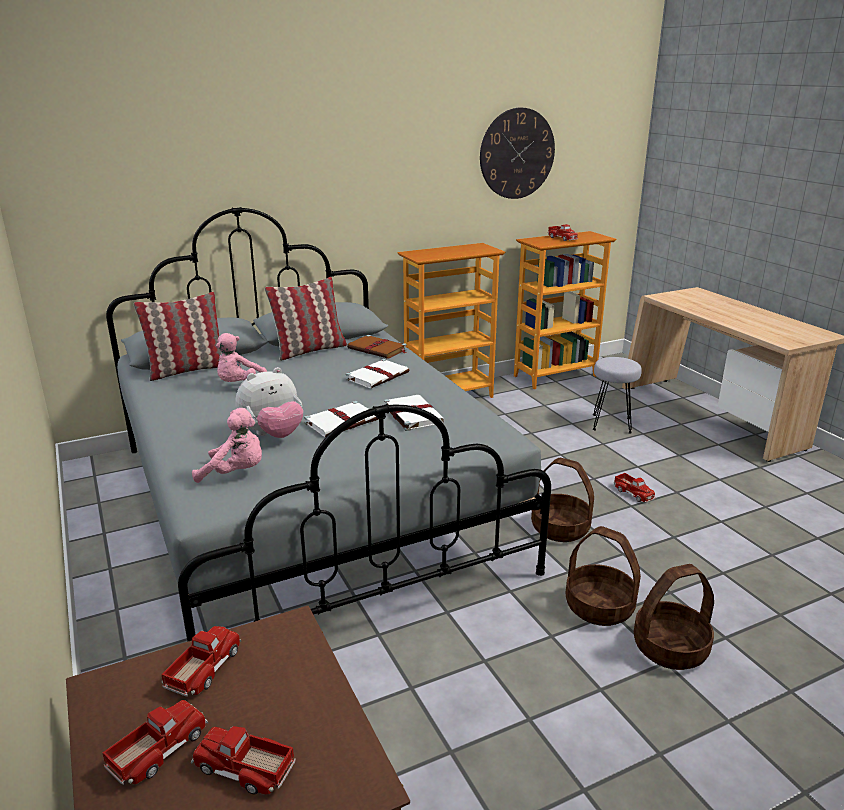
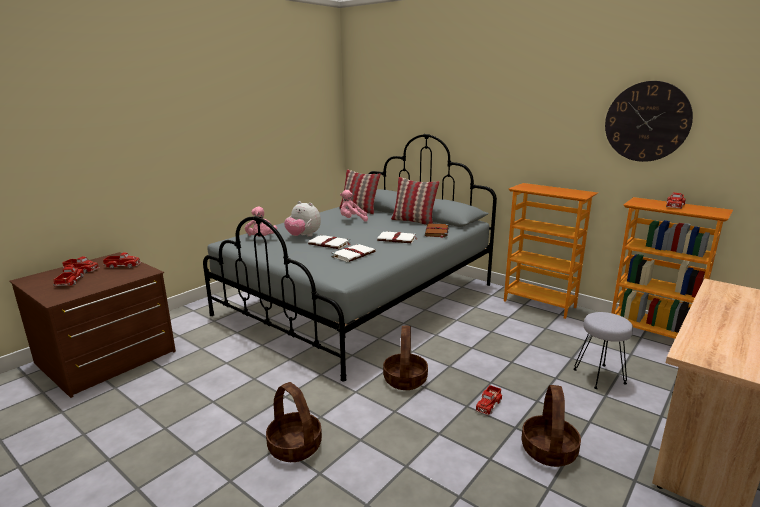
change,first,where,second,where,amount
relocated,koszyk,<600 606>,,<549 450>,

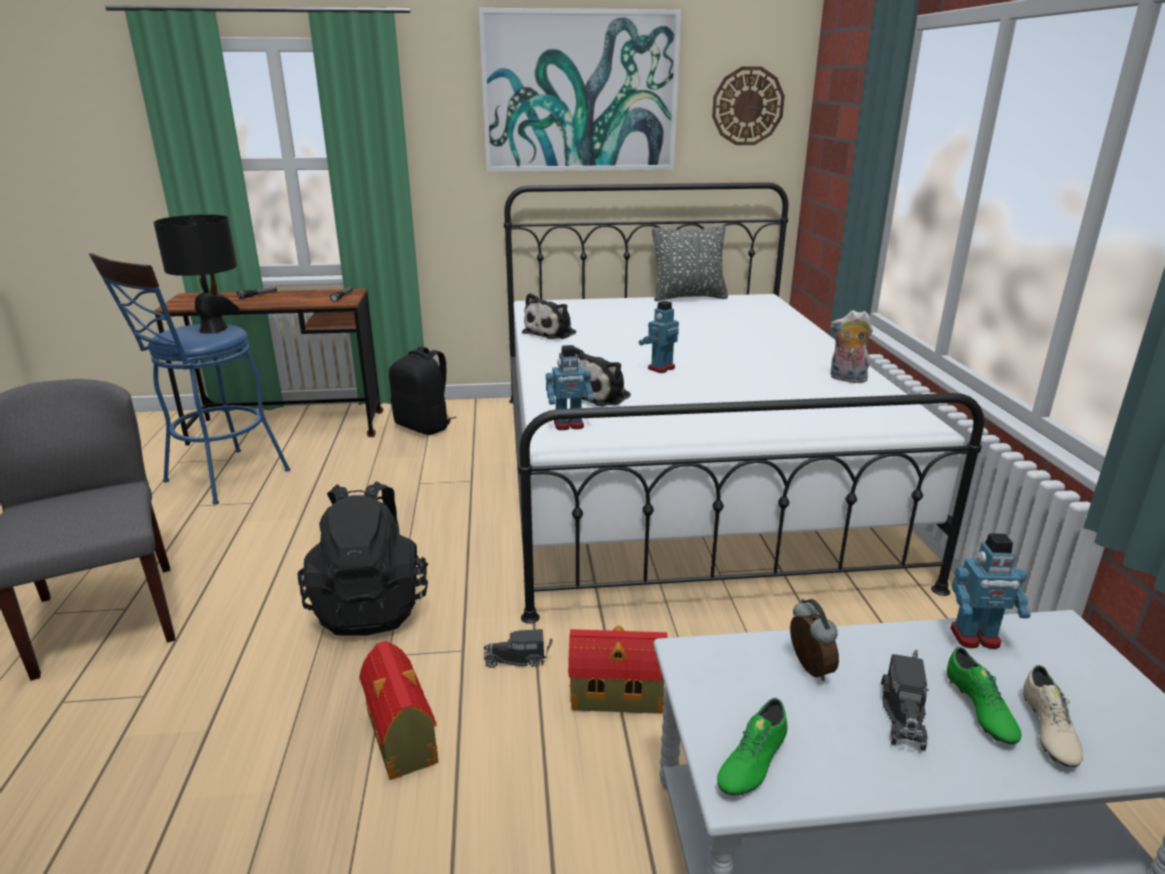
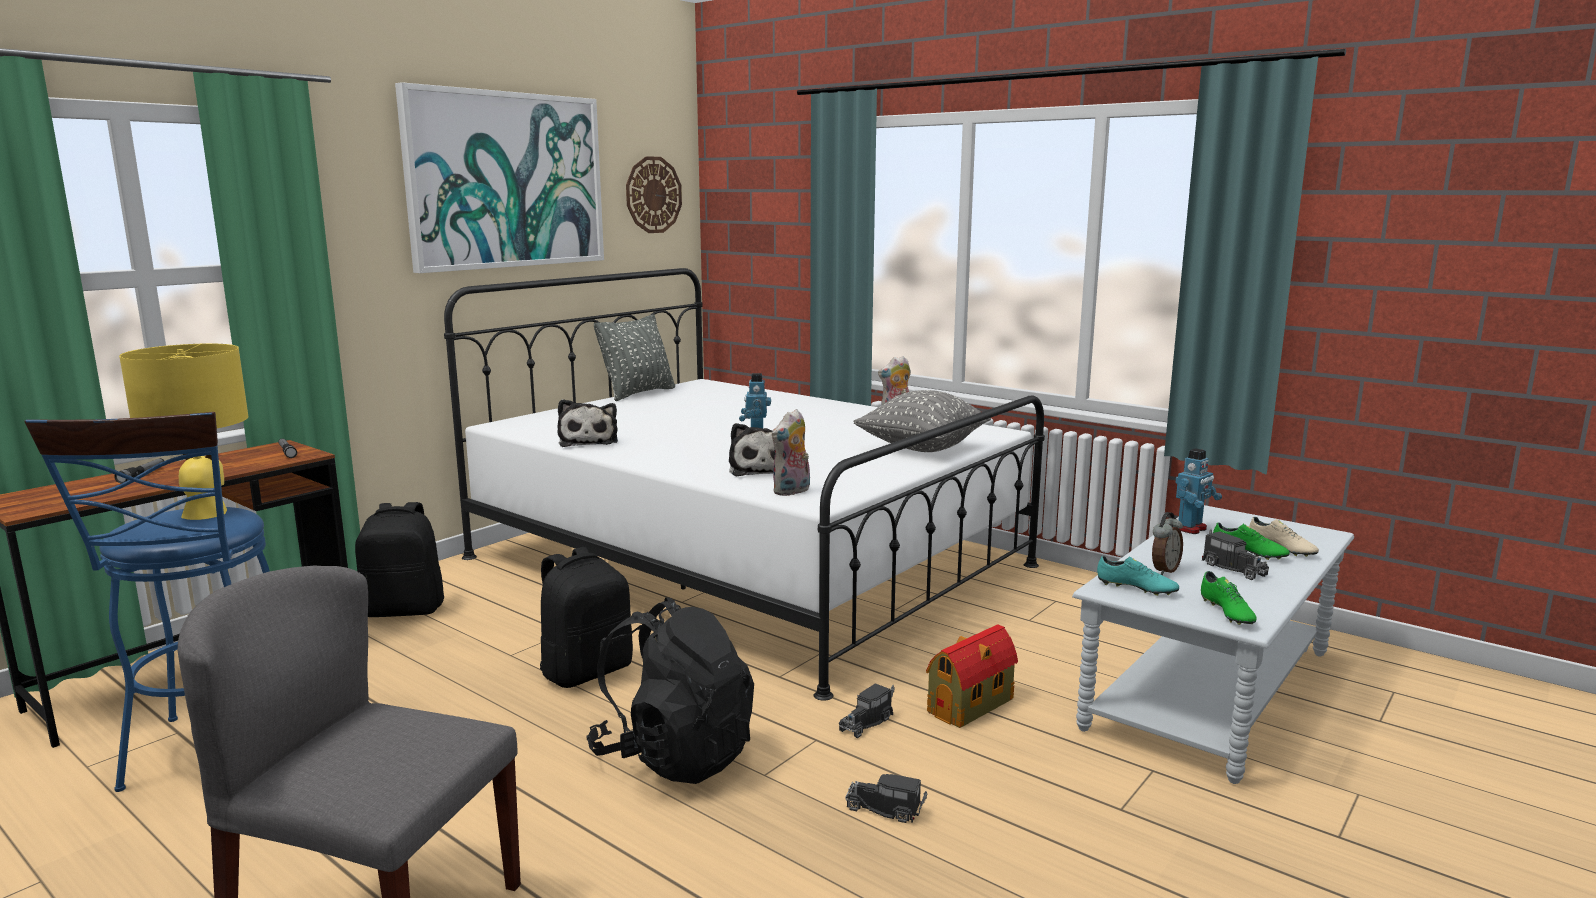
change,first,where,second,where,amount
colour,lampa stołowa [czarny],<214 329>,lampa stołowa [żółty],<206 513>,
exchanged,domek,<402 739>,ciężarówka zabawkowa,<887 810>,
exchanged,robot zabawkowy,<569 425>,pluszak,<792 491>,
spun,budzik,<807 669>,,<1164 570>,105 degrees clockwise
appeared,,,plecak [czarny],<587 671>,
appeared,,,poduszka [szary],<922 448>,
appeared,,,but [turkusowy],<1136 588>,

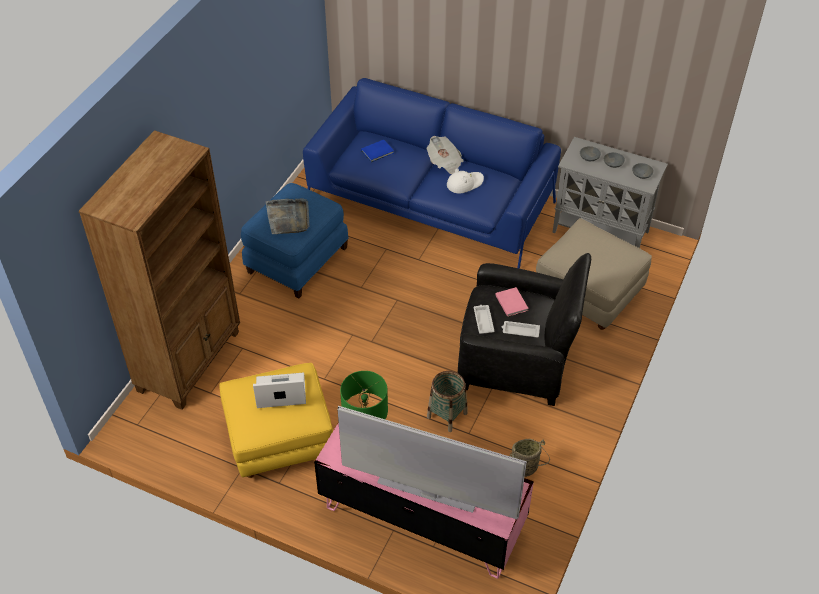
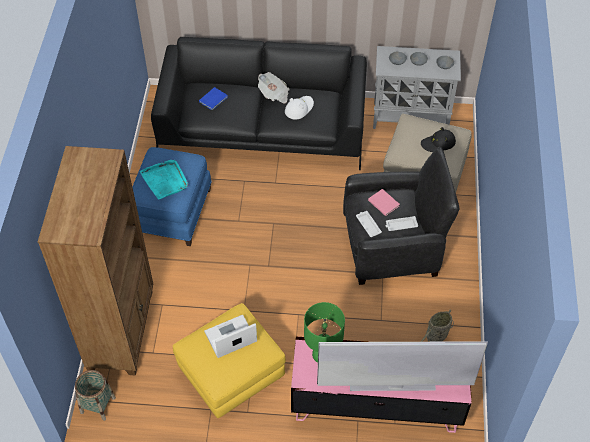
change,first,where,second,where,amount
colour,taca [szary],<288 218>,taca [turkusowy],<165 180>,
colour,kanapa [niebieski],<431 201>,kanapa [czarny],<263 128>,
relocated,koszyk,<447 415>,,<98 405>,
appeared,,,kapelusz [czarny],<438 143>,

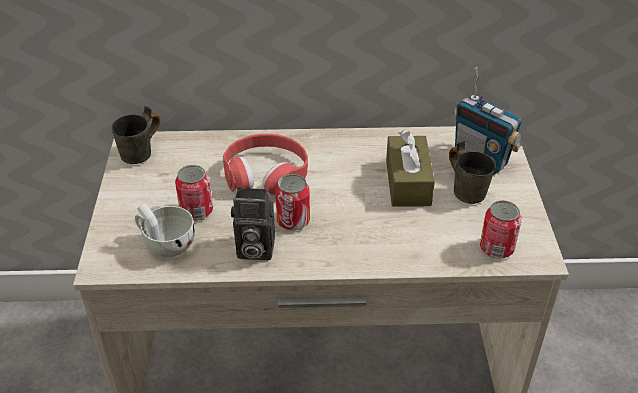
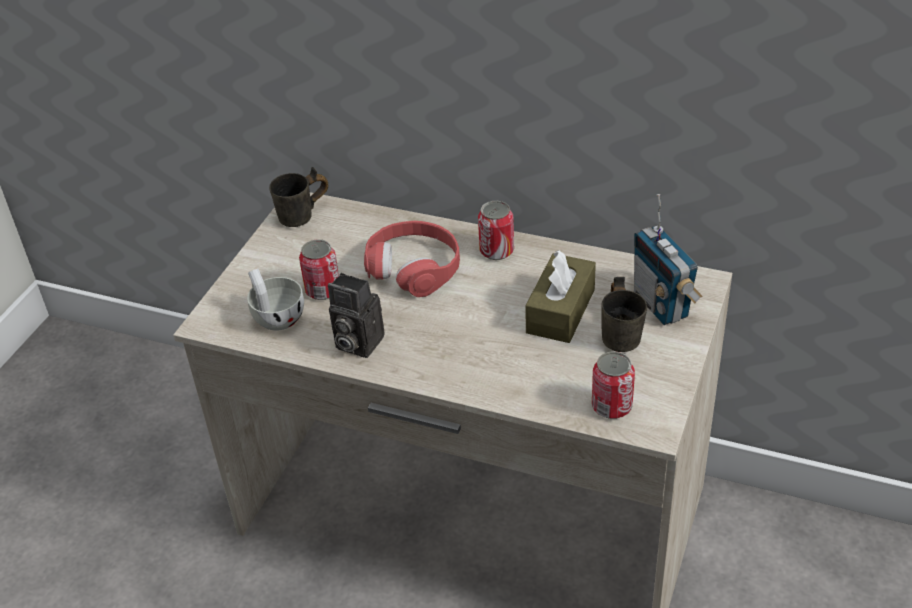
change,first,where,second,where,amount
relocated,puszka,<293 221>,,<496 251>,

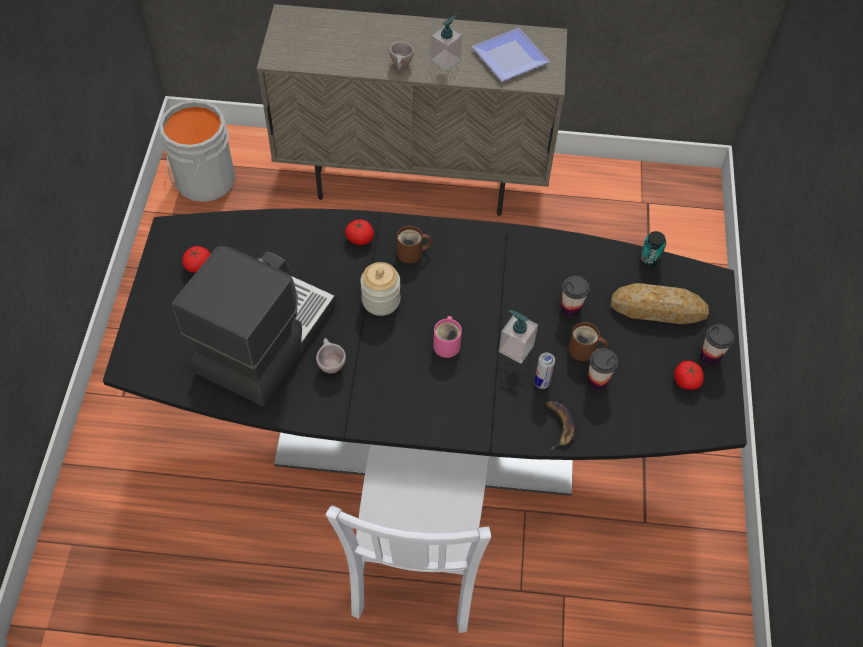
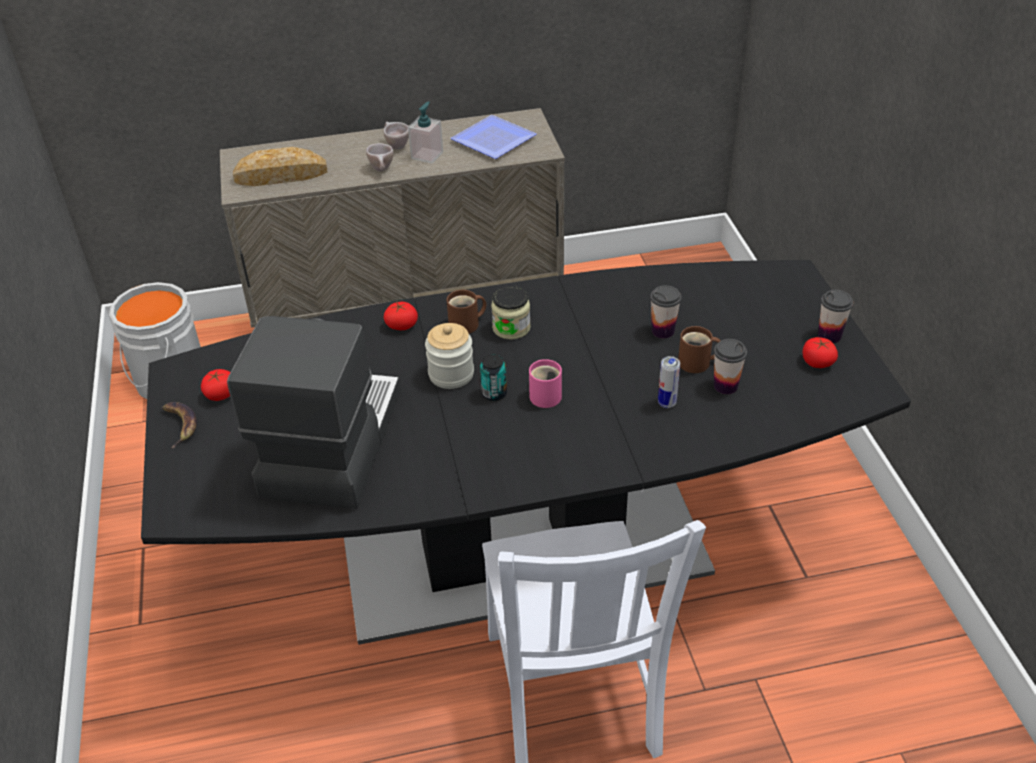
change,first,where,second,where,amount
relocated,filiżanka [beżowy],<330 364>,,<395 145>,
missing,dozownik mydła,<516 348>,,,
relocated,banan,<558 424>,,<179 424>,
relocated,chleb,<658 309>,,<281 175>,
relocated,puszka,<649 259>,,<494 393>,
appeared,,,słoik,<511 328>,

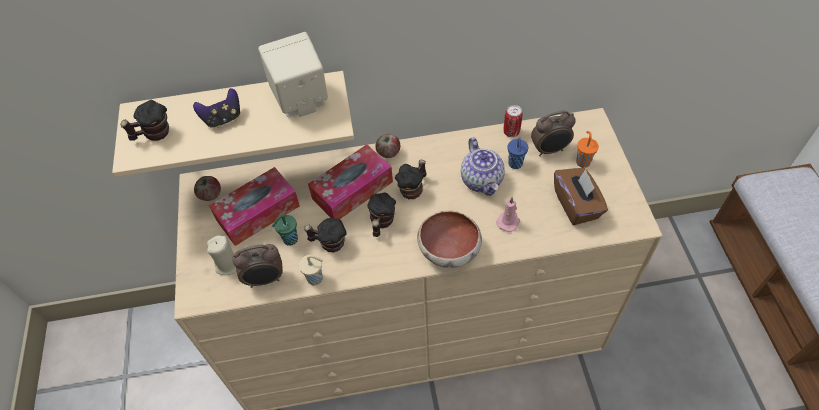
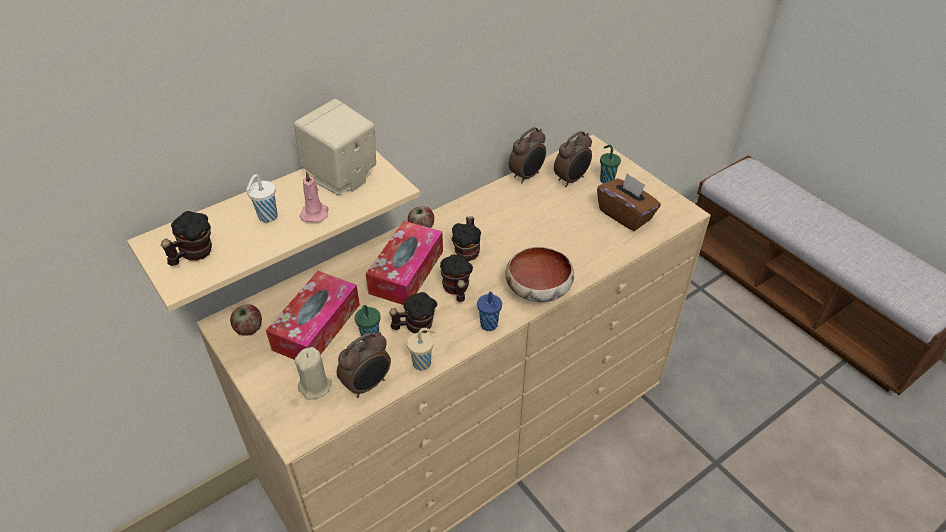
change,first,where,second,where,amount
exchanged,pad do gier,<223 119>,filiżanka [biały],<267 217>,
missing,imbryk,<482 180>,,,
relocated,świeca [różowy],<508 221>,,<315 213>,
exchanged,puszka,<511 132>,budzik,<527 176>,
relocated,filiżanka [niebieski],<515 164>,,<489 325>,
colour,filiżanka [pomarańczowy],<583 161>,filiżanka [zielony],<606 180>,

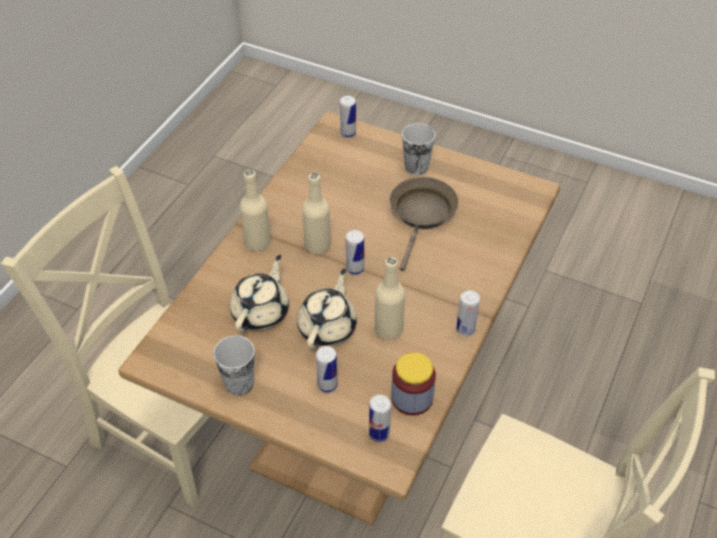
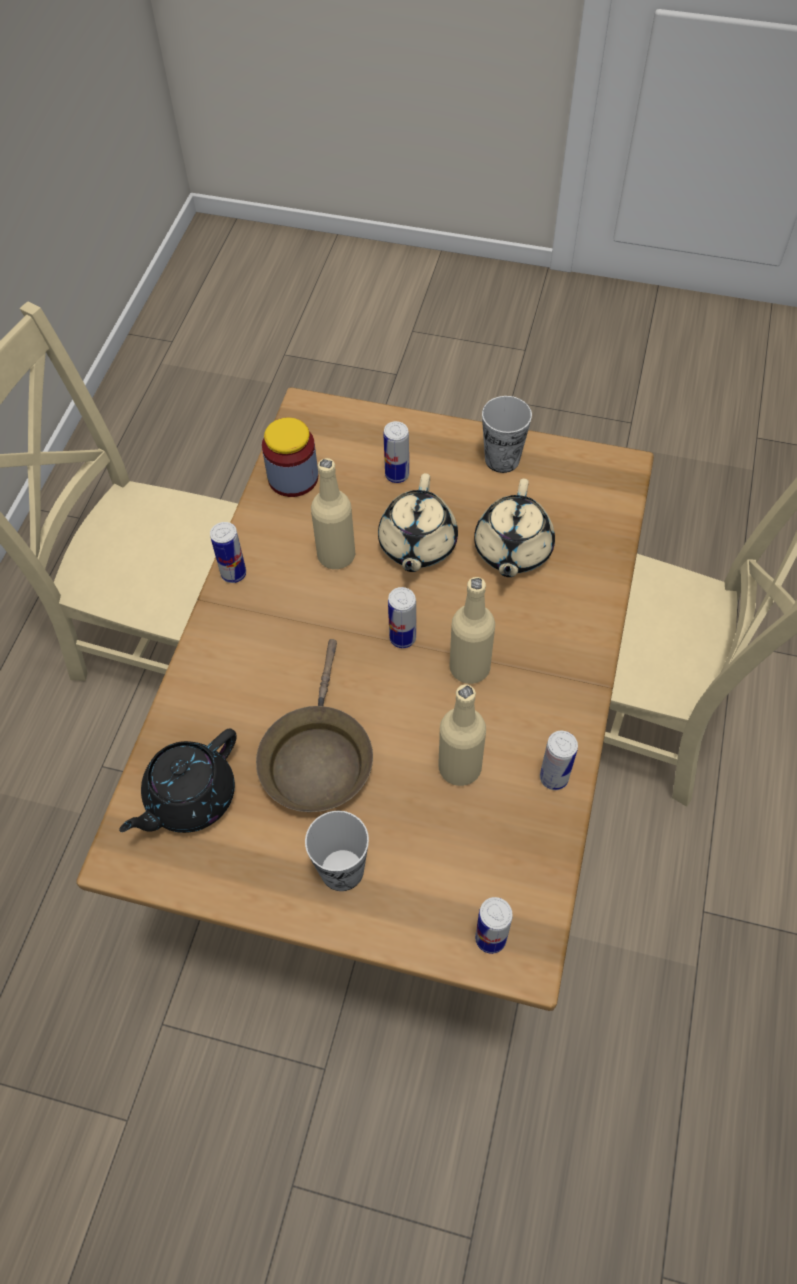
change,first,where,second,where,amount
relocated,butelka [beżowy],<257 243>,,<459 767>,
relocated,puszka,<379 434>,,<554 777>,
appeared,,,imbryk [czarny],<189 797>,

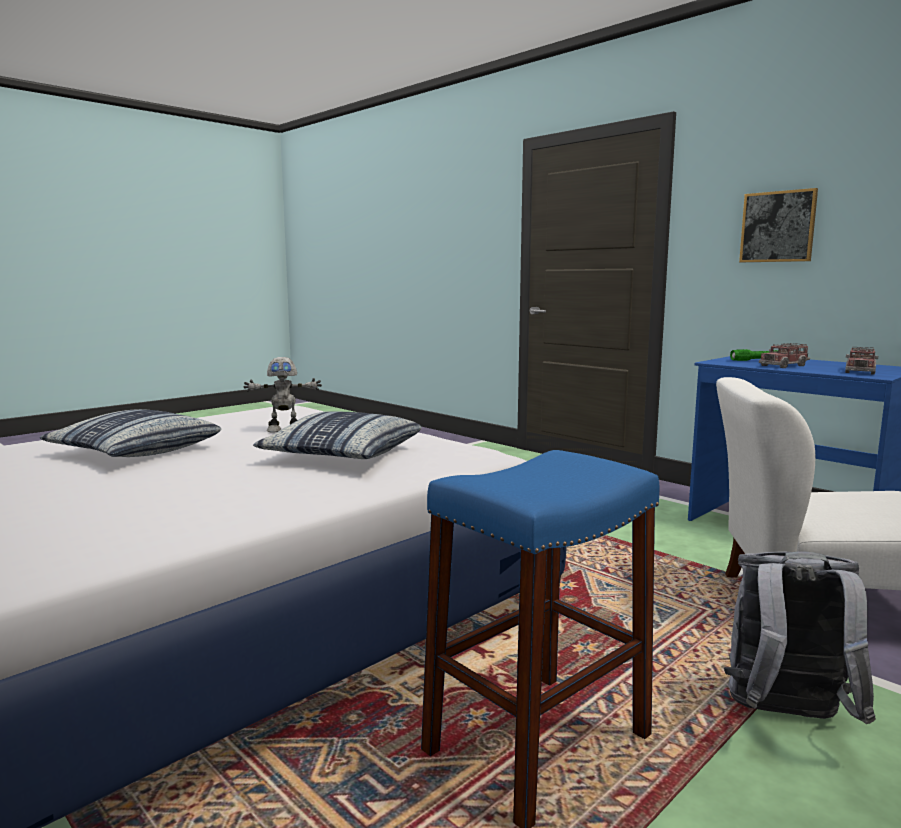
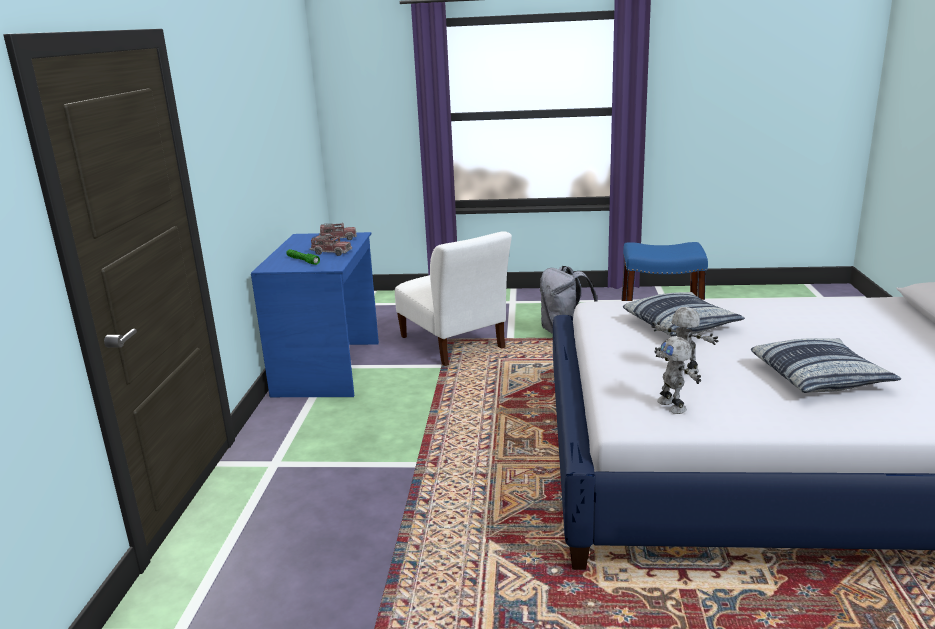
change,first,where,second,where,amount
missing,obraz,<777 227>,,,
appeared,,,robot zabawkowy,<673 406>,

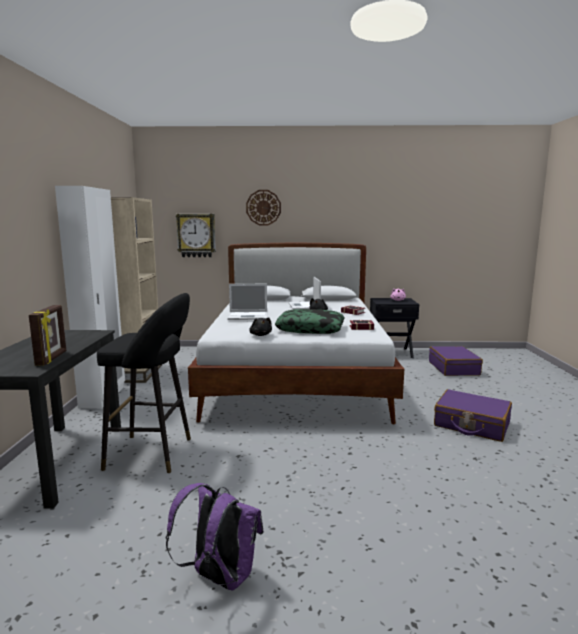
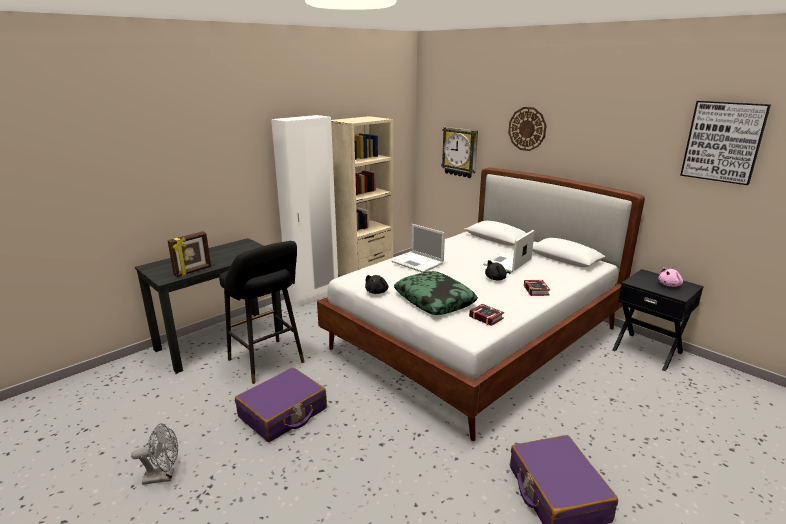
change,first,where,second,where,amount
exchanged,plecak [fioletowy],<219 577>,wentylator [szary],<164 476>,
relocated,walizka [fioletowy],<454 368>,,<283 413>,
appeared,,,obraz,<723 142>,

